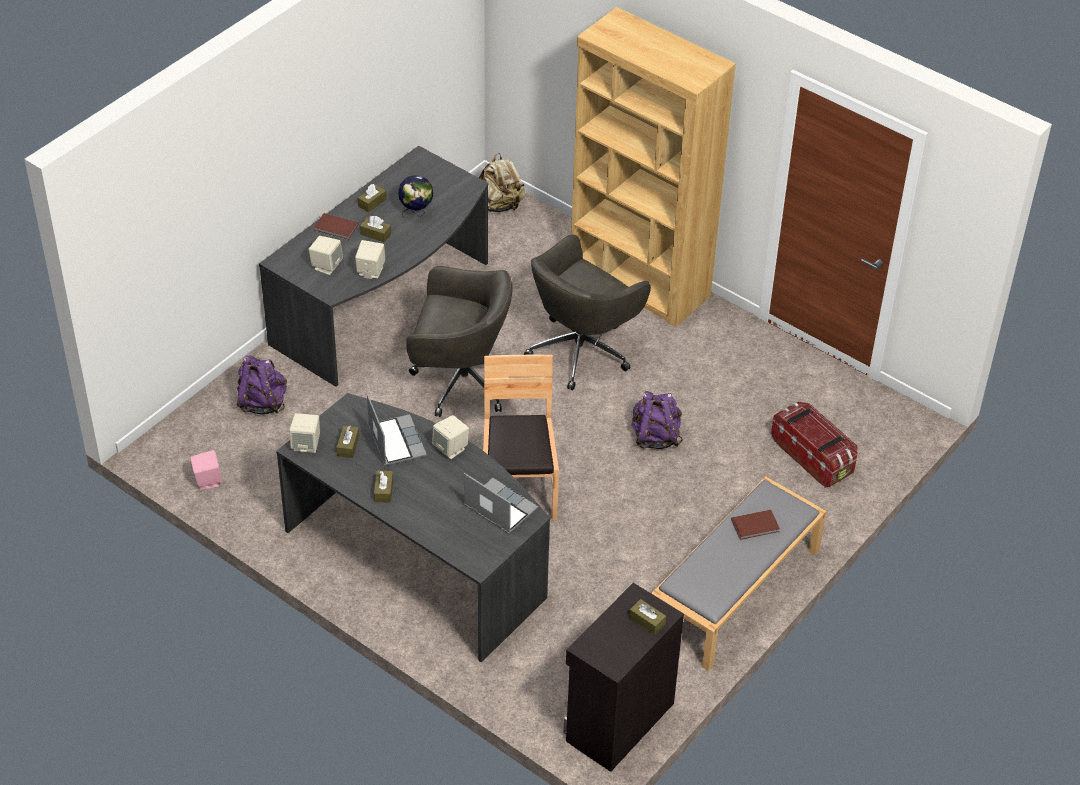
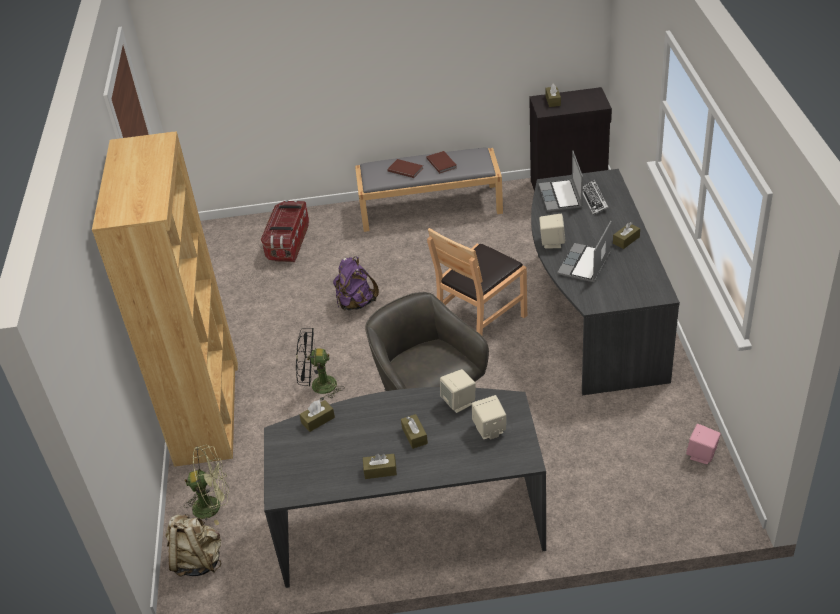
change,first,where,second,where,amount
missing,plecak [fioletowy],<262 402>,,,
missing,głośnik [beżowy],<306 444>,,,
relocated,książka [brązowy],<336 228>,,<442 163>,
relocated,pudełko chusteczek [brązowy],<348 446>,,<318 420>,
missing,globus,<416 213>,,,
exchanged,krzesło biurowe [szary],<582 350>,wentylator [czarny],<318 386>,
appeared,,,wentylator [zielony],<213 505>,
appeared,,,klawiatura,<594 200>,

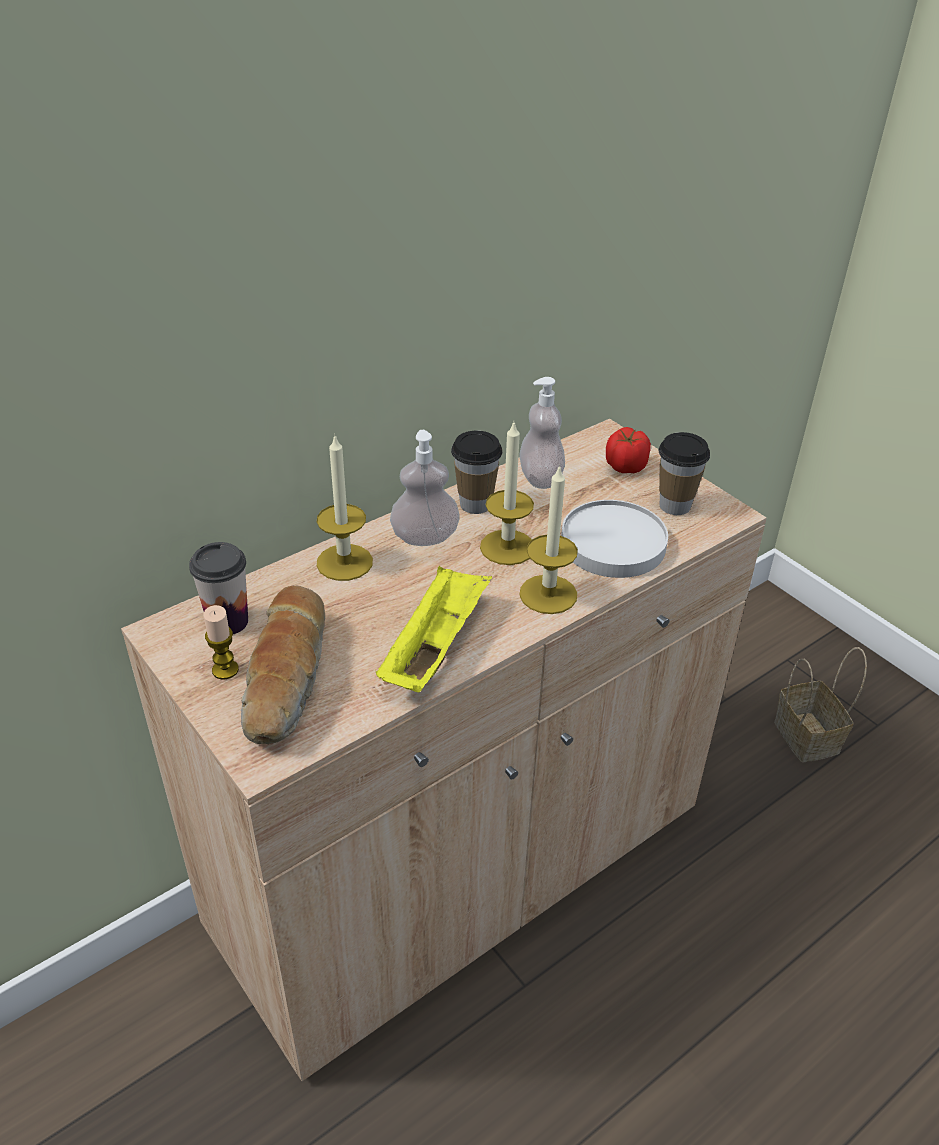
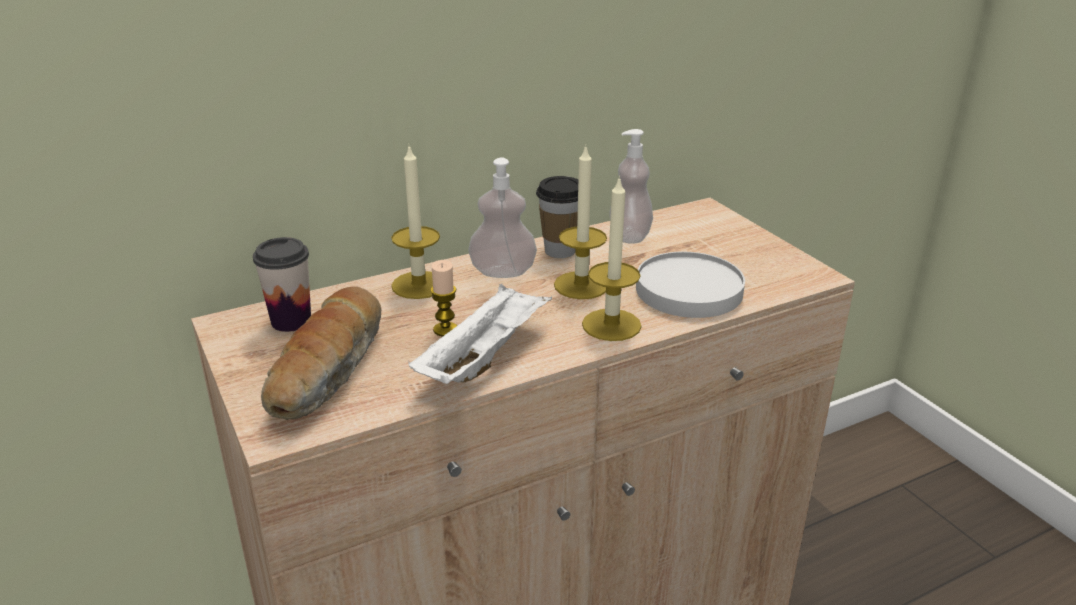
change,first,where,second,where,amount
relocated,świeca,<225 670>,,<445 330>,
colour,taca [żółty],<435 646>,taca [biały],<483 357>,
missing,pomidor,<625 467>,,,
missing,filiżanka,<674 506>,,,
missing,koszyk,<808 738>,,,

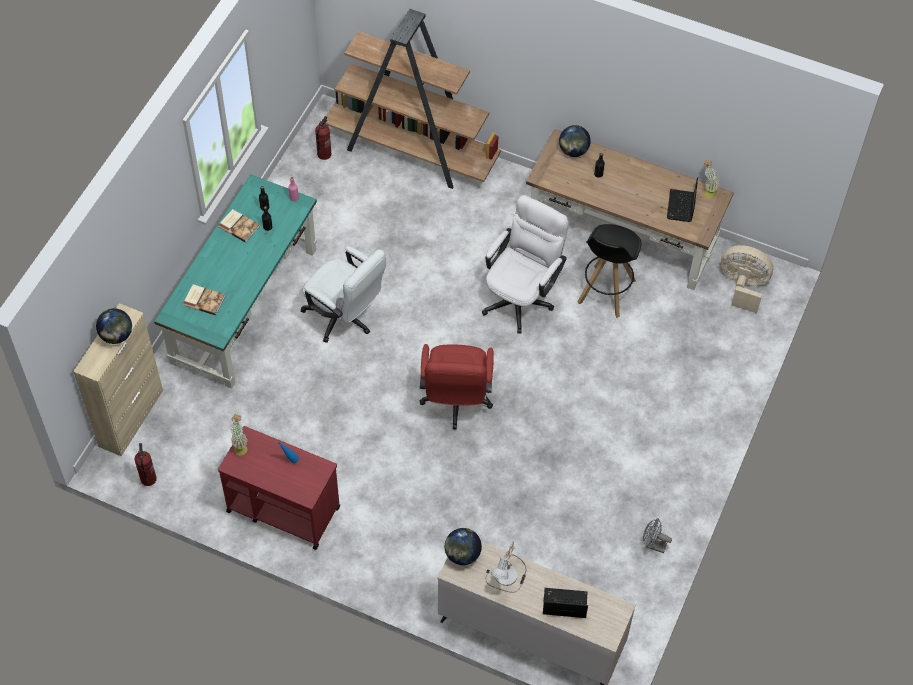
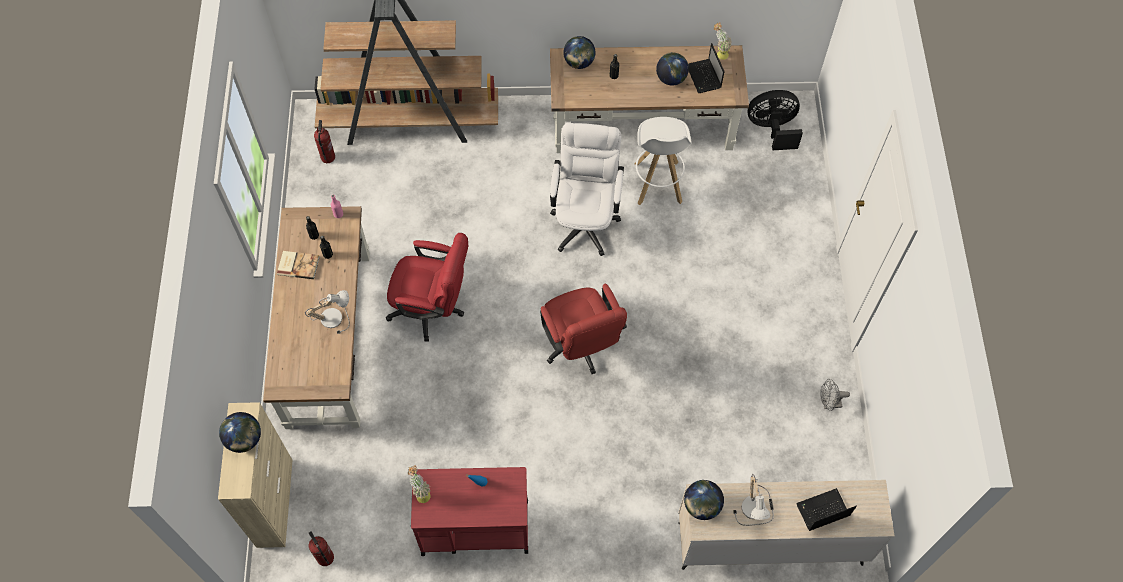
change,first,where,second,where,amount
colour,biurko [turkusowy],<244 304>,biurko [brązowy],<328 337>,
missing,książka,<204 300>,,,
colour,krzesło biurowe [biały],<345 318>,krzesło biurowe [czerwony],<433 309>,
colour,stołek [czarny],<606 292>,stołek [biały],<658 183>,
colour,wentylator [beżowy],<742 286>,wentylator [czarny],<772 129>,
appeared,,,lampa stołowa,<332 316>,
appeared,,,globus,<671 79>,

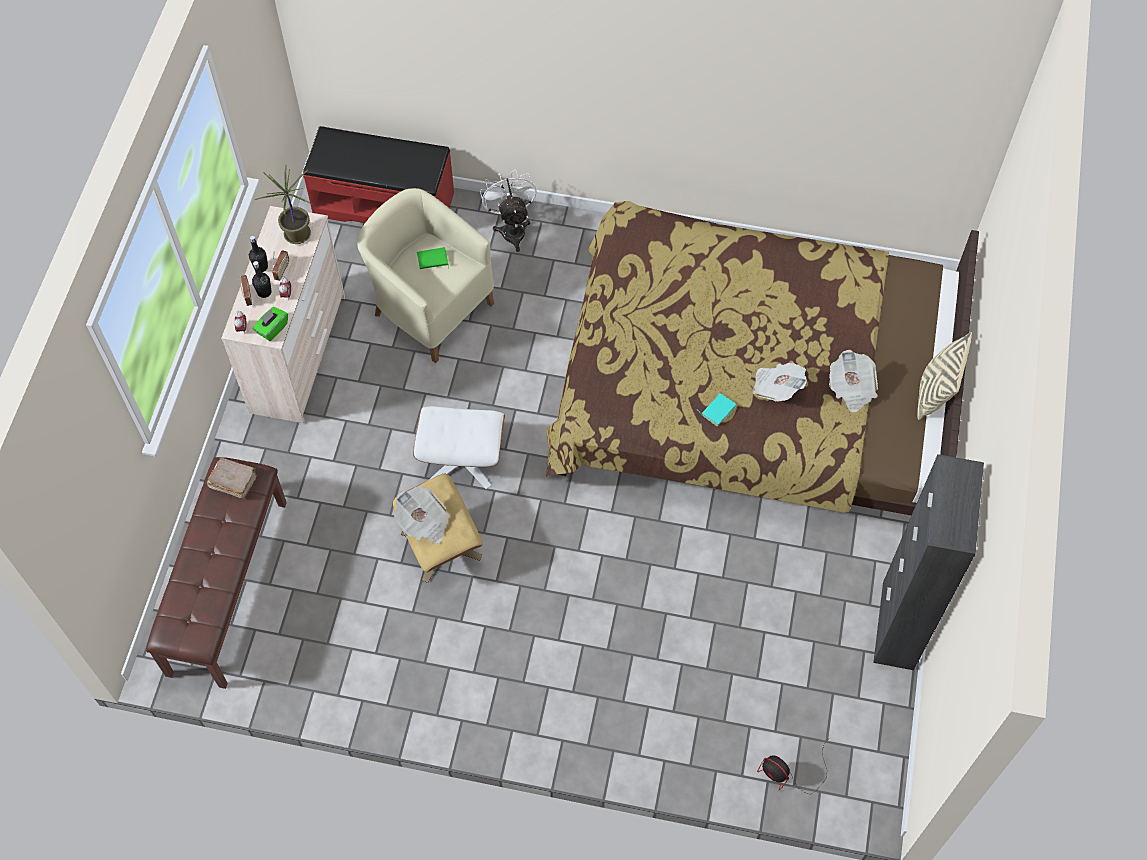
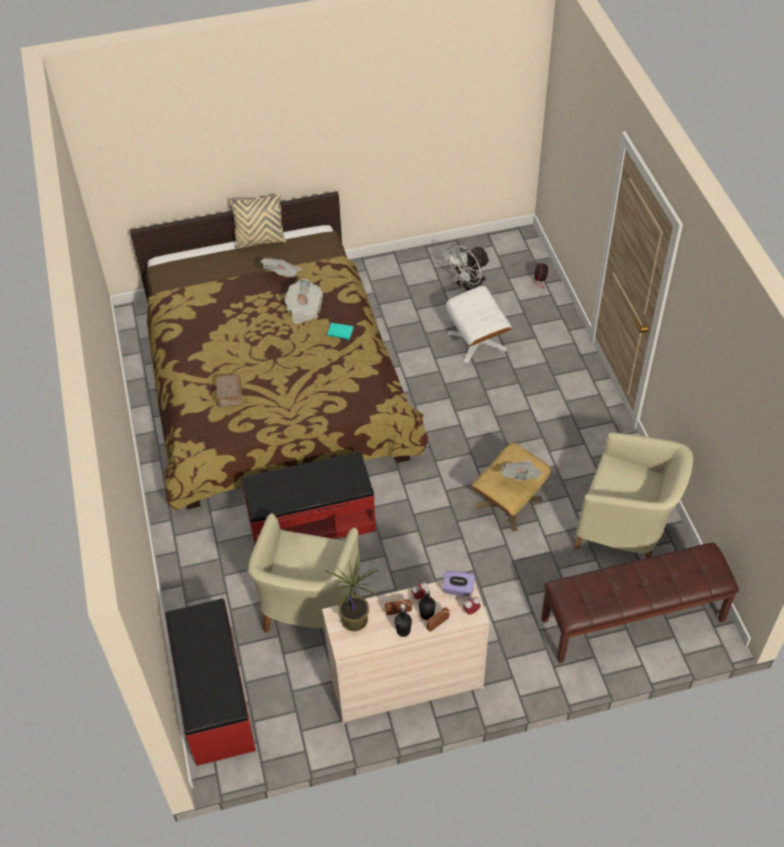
change,first,where,second,where,amount
relocated,książka [brązowy],<233 481>,,<229 395>,
colour,pudełko chusteczek [zielony],<272 329>,pudełko chusteczek [fioletowy],<458 589>,
relocated,pufa [biały],<462 459>,,<477 341>,
missing,książka [zielony],<432 260>,,,
relocated,wentylator [biały],<512 228>,,<468 289>,
missing,szafka [czarny],<897 625>,,,
appeared,,,ławka [czerwony],<311 522>,
appeared,,,fotel [beżowy],<625 530>,

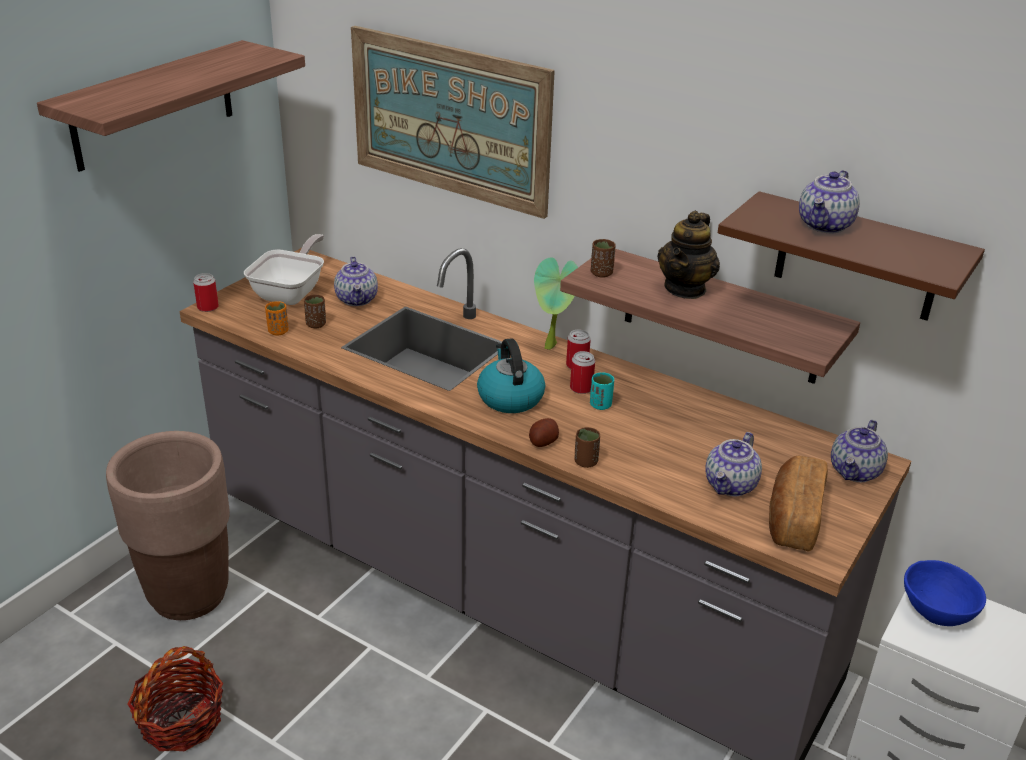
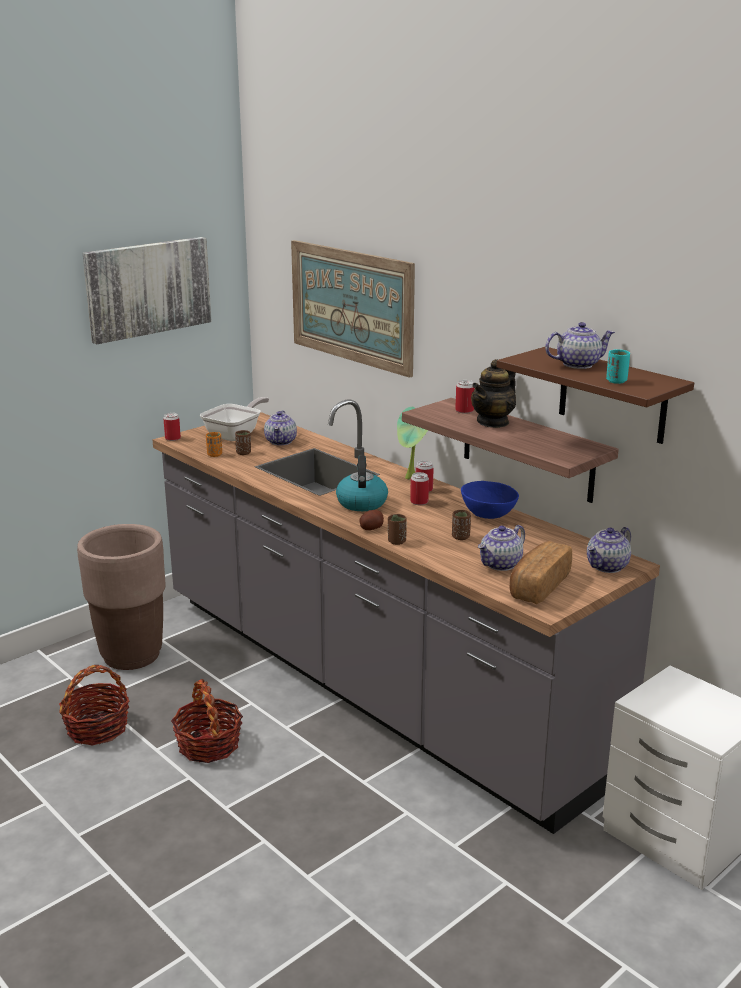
change,first,where,second,where,amount
exchanged,półka,<153 105>,obraz,<148 288>,
relocated,filiżanka [turkusowy],<600 405>,,<616 381>,
relocated,filiżanka [brązowy],<601 273>,,<460 537>,
spun,imbryk,<825 225>,,<578 364>,150 degrees counterclockwise
relocated,miska [niebieski],<936 610>,,<487 513>,
appeared,,,koszyk,<208 745>,
appeared,,,puszka,<464 411>,

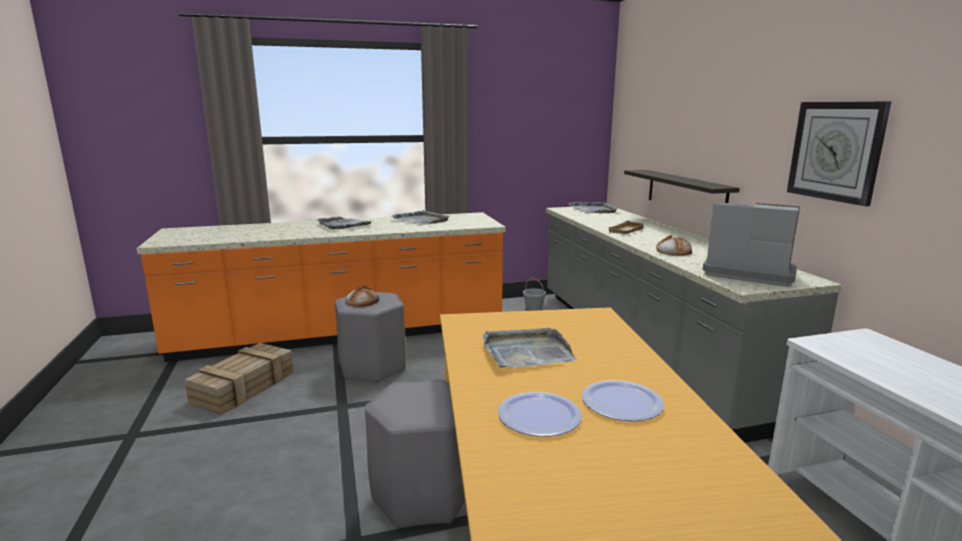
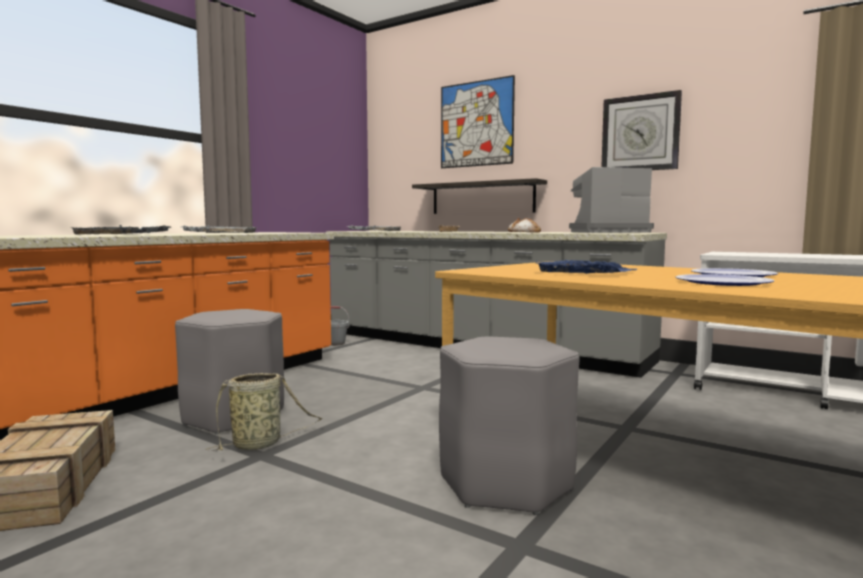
change,first,where,second,where,amount
missing,chleb,<362 301>,,,
colour,taca [szary],<526 352>,taca [niebieski],<587 272>,
appeared,,,koszyk,<260 444>,
appeared,,,obraz,<476 124>,

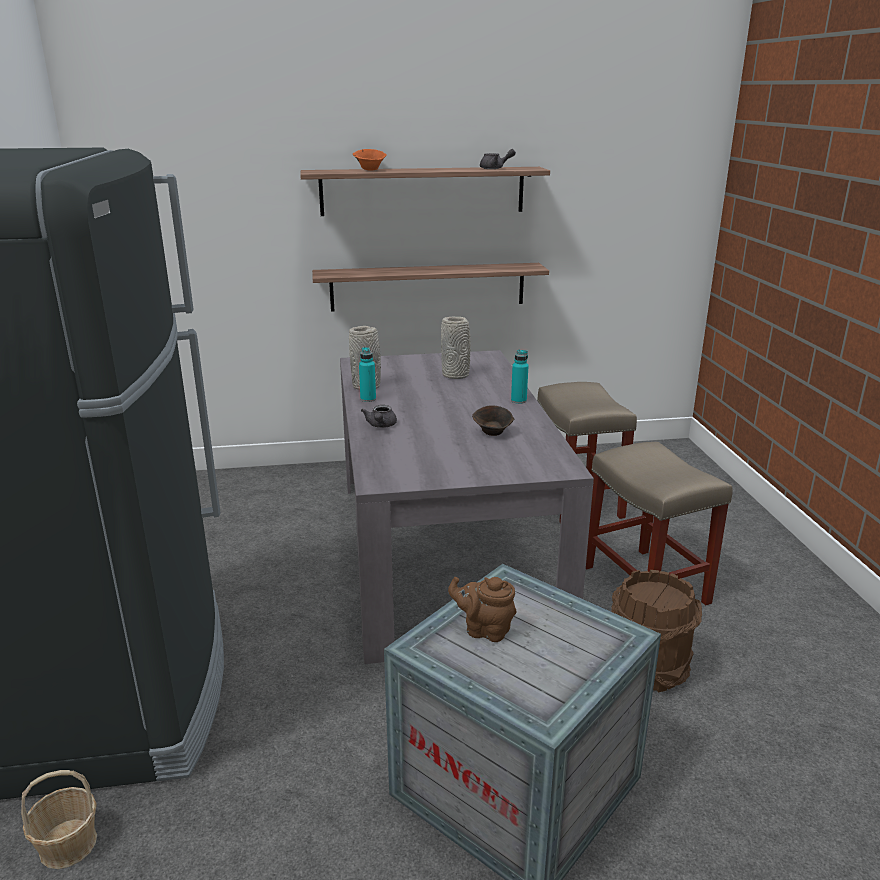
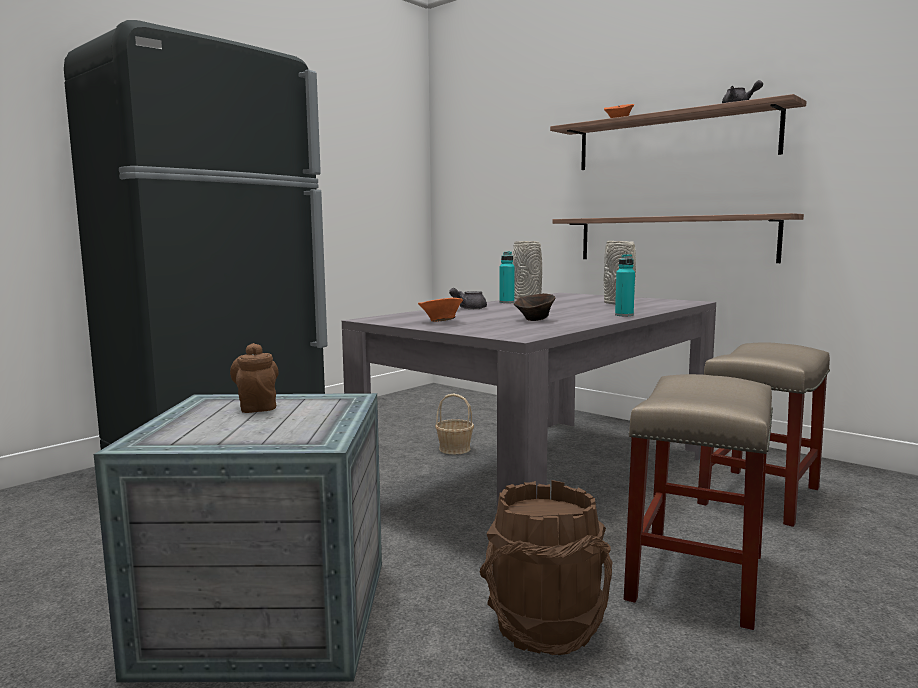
change,first,where,second,where,amount
relocated,koszyk,<67 844>,,<454 449>,
appeared,,,miska [pomarańczowy],<440 322>,

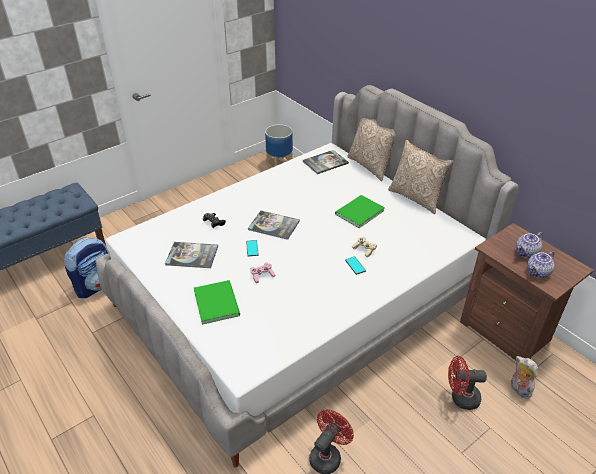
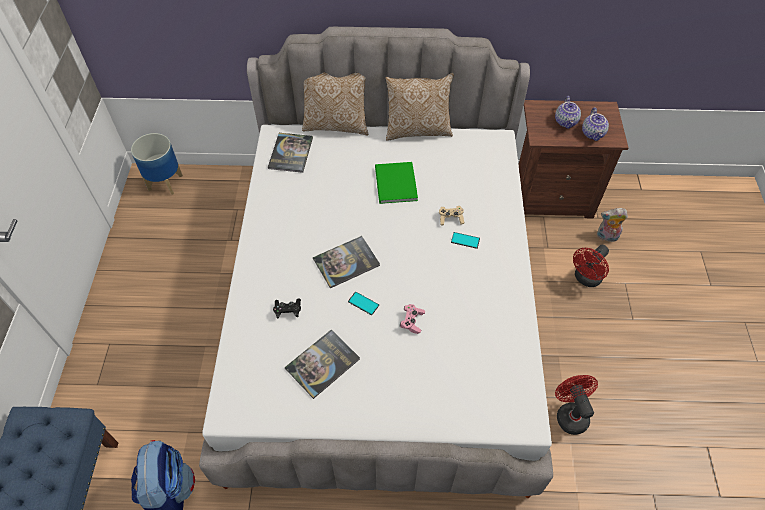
change,first,where,second,where,amount
missing,książka [zielony],<217 301>,,,

